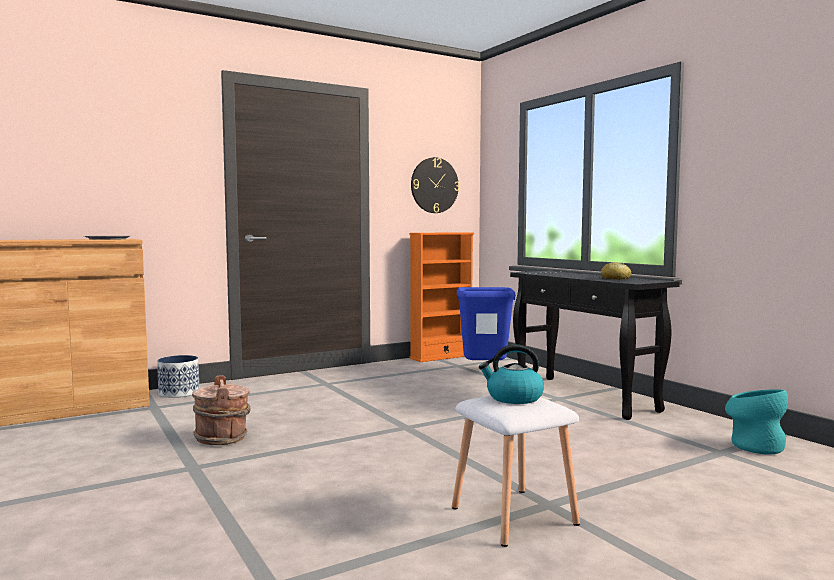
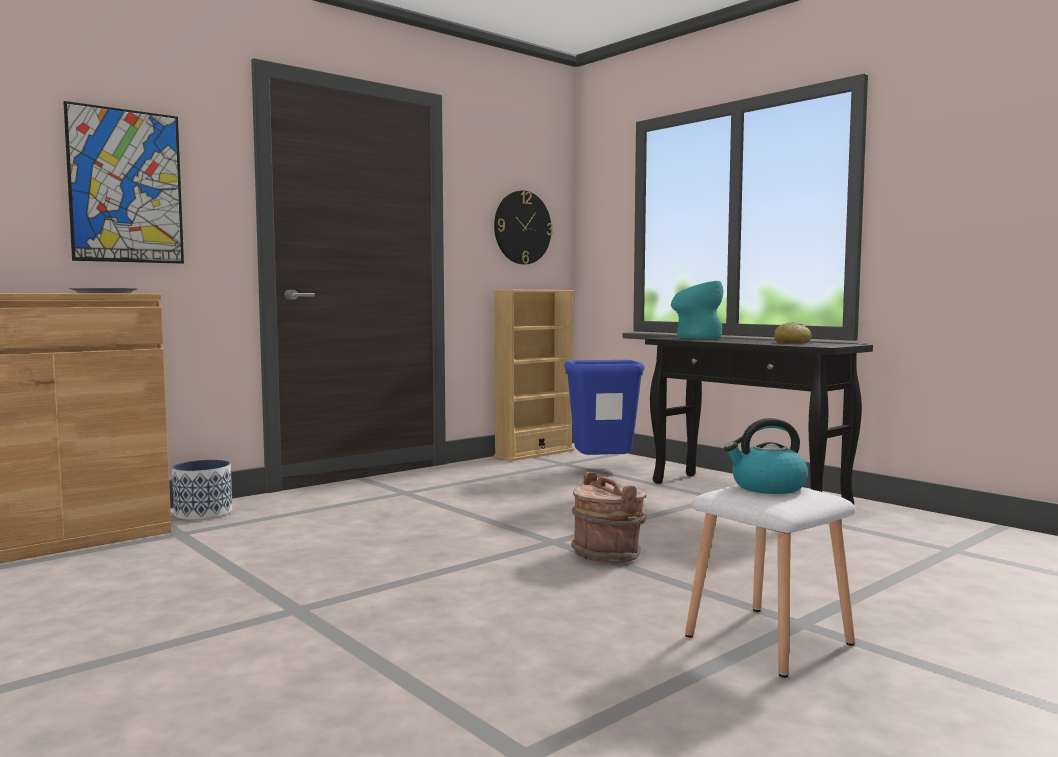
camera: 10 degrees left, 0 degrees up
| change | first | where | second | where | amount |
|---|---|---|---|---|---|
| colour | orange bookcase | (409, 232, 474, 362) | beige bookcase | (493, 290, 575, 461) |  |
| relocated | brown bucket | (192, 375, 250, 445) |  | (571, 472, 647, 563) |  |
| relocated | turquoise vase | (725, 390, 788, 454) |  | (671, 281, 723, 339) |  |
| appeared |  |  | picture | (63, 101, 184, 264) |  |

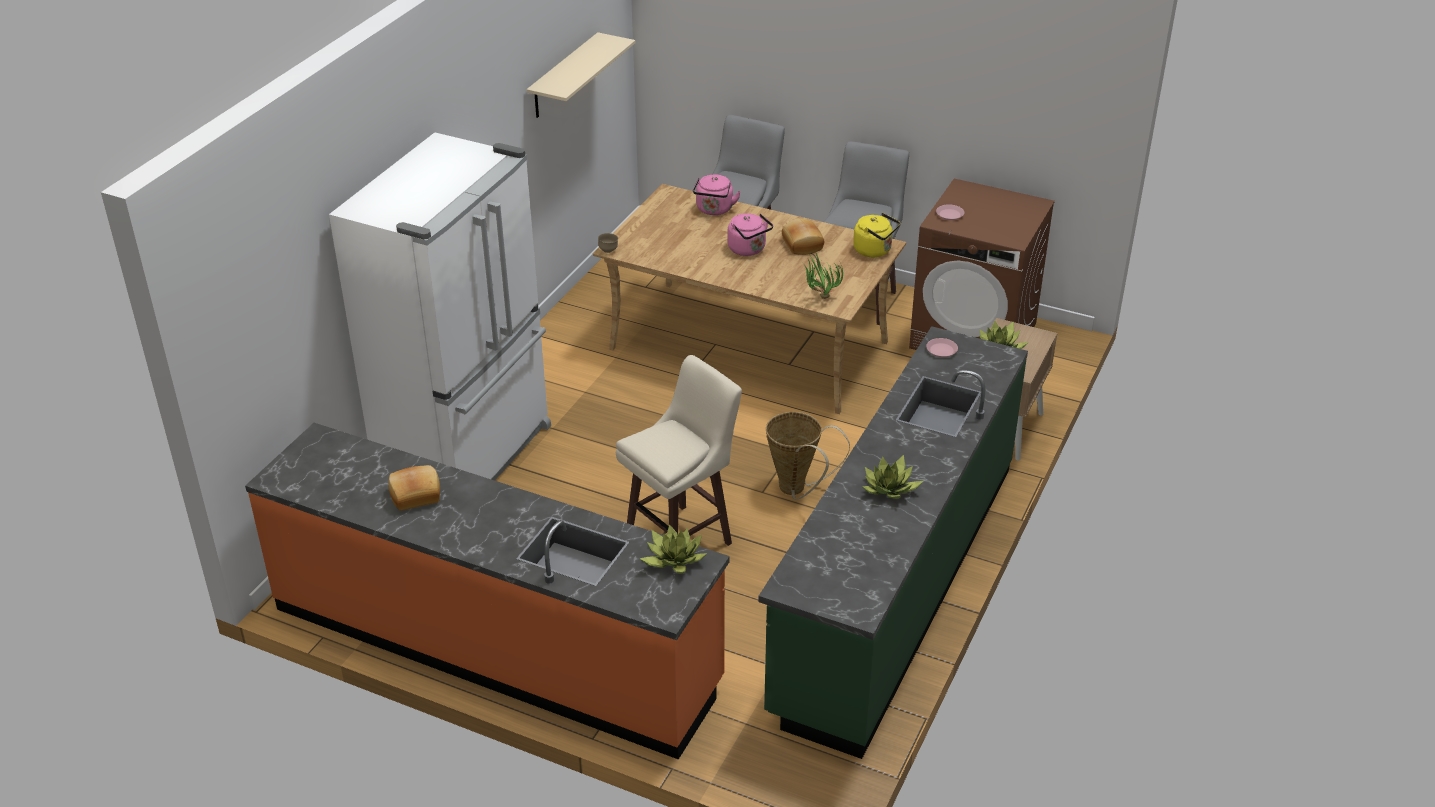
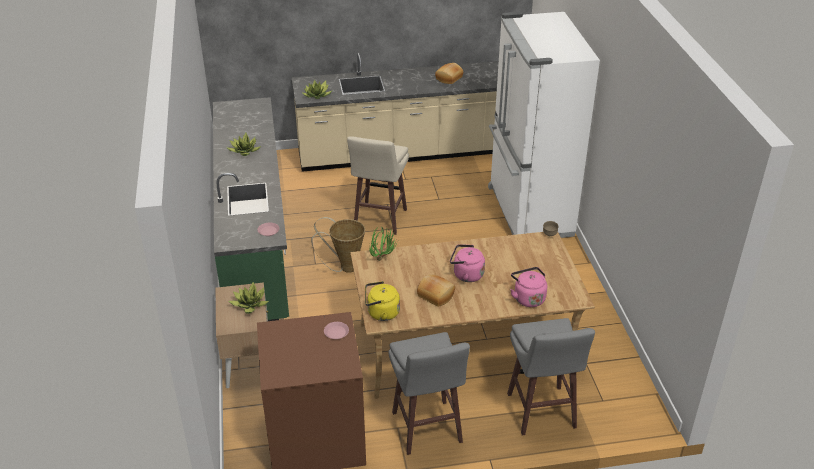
camera: 145 degrees right, 0 degrees up
| change | first | where | second | where | amount |
|---|---|---|---|---|---|
| missing | beige shelf | (527, 32, 635, 118) |  |  |  |
| colour | orange counter | (245, 423, 730, 760) | beige counter | (292, 53, 499, 172) |  |

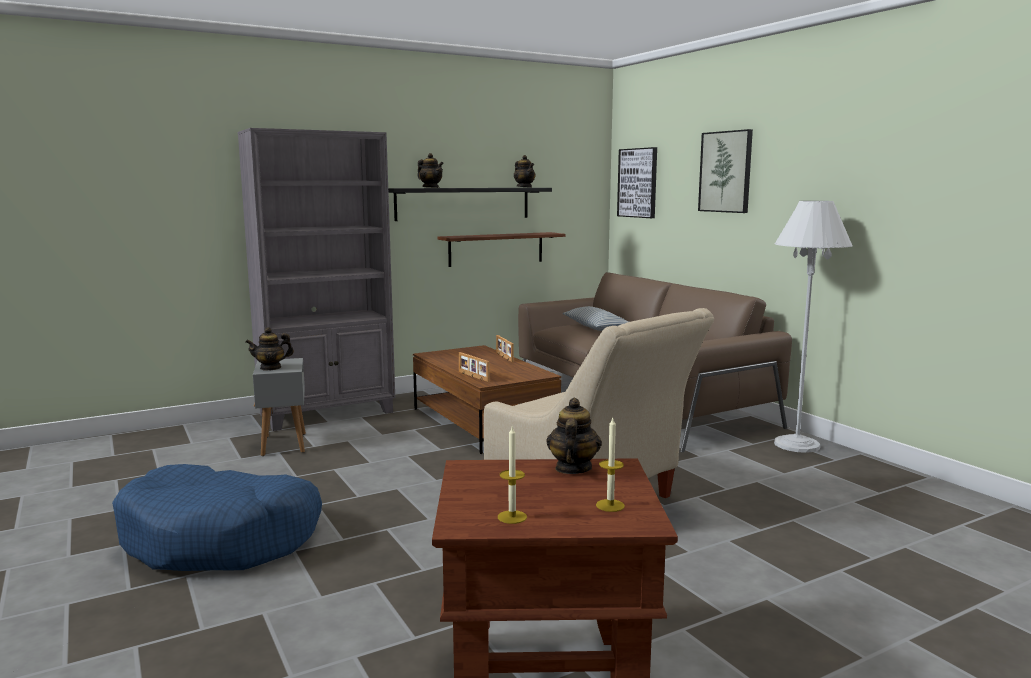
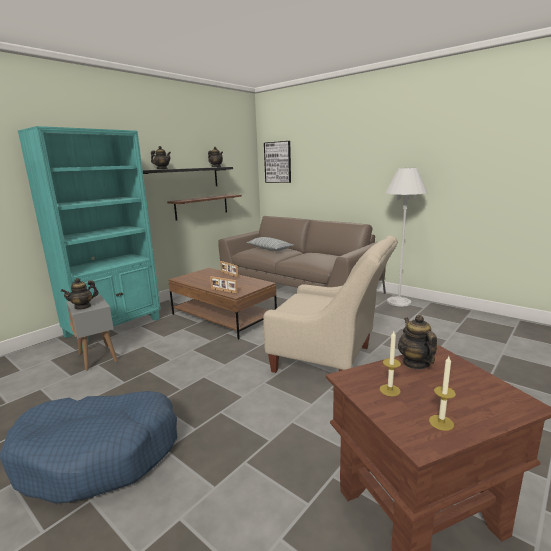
camera: 20 degrees left, 5 degrees up
| change | first | where | second | where | amount |
|---|---|---|---|---|---|
| colour | grey bookcase | (238, 128, 395, 431) | turquoise bookcase | (18, 126, 161, 348) |  |
| missing | picture | (698, 129, 753, 213) |  |  |  |
| relocated | candle | (596, 418, 625, 512) |  | (380, 331, 401, 396) |  |

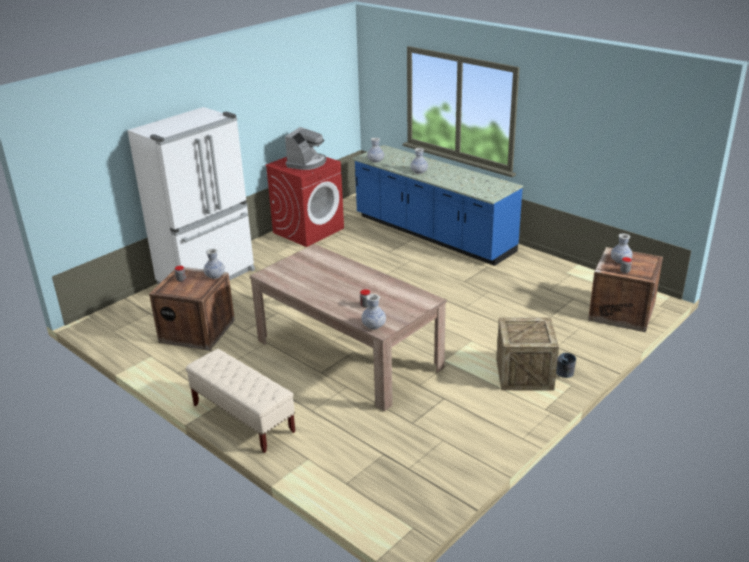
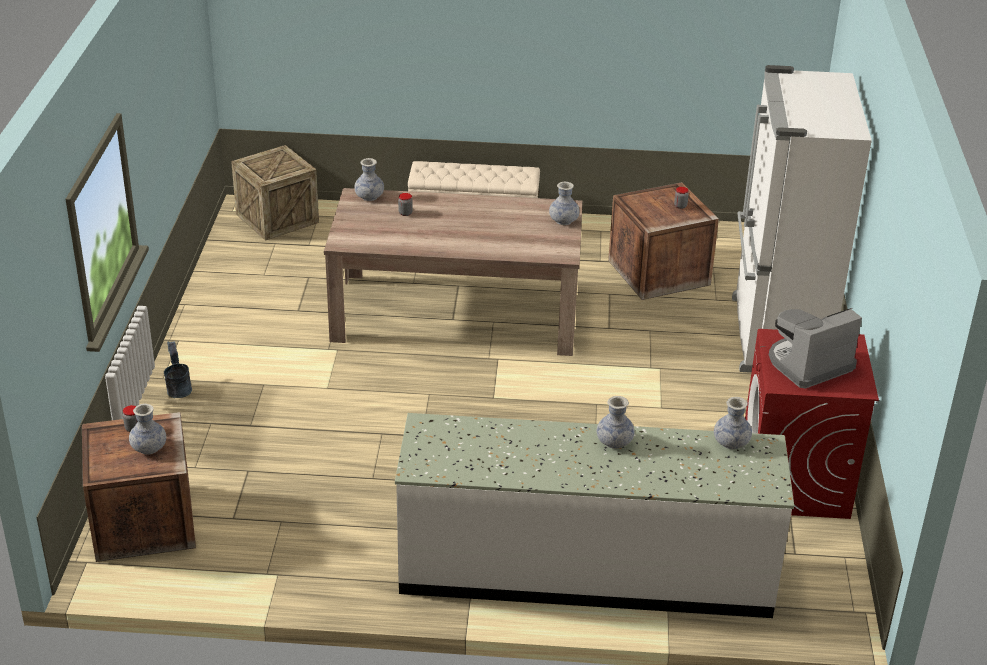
camera: 140 degrees right, 5 degrees up
| change | first | where | second | where | amount |
|---|---|---|---|---|---|
| spun | coffee machine | (285, 127, 326, 170) |  | (769, 308, 862, 389) | 75 degrees clockwise |
| colour | blue counter | (352, 145, 523, 266) | white counter | (395, 413, 794, 618) |  |
| relocated | vase | (204, 249, 225, 279) |  | (549, 182, 580, 225) |  |
| relocated | crate | (496, 317, 559, 391) |  | (231, 145, 319, 241) |  |

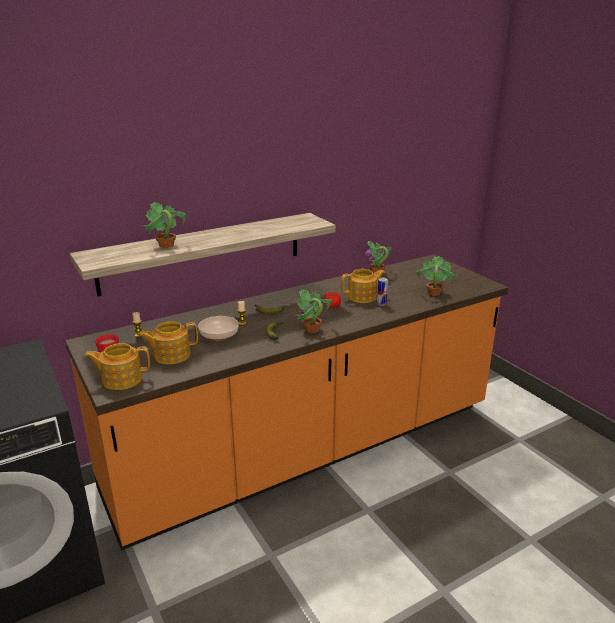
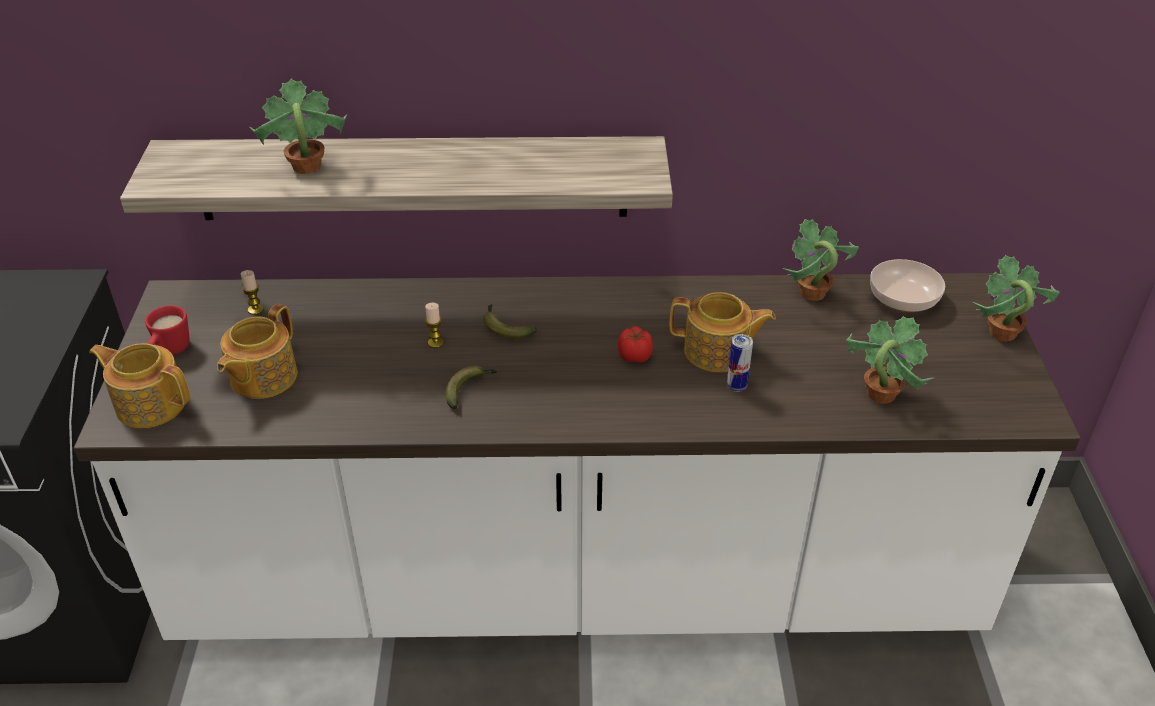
camera: 30 degrees right, 15 degrees up
| change | first | where | second | where | amount |
|---|---|---|---|---|---|
| colour | orange counter | (65, 255, 509, 551) | white counter | (74, 273, 1080, 640) |  |
| relocated | potted plant | (296, 289, 332, 333) |  | (973, 255, 1060, 341) |  |
| relocated | bowl | (198, 316, 239, 341) |  | (870, 259, 945, 312) |  |
| spun | teapot | (139, 321, 198, 364) |  | (217, 304, 297, 399) | 75 degrees counterclockwise |

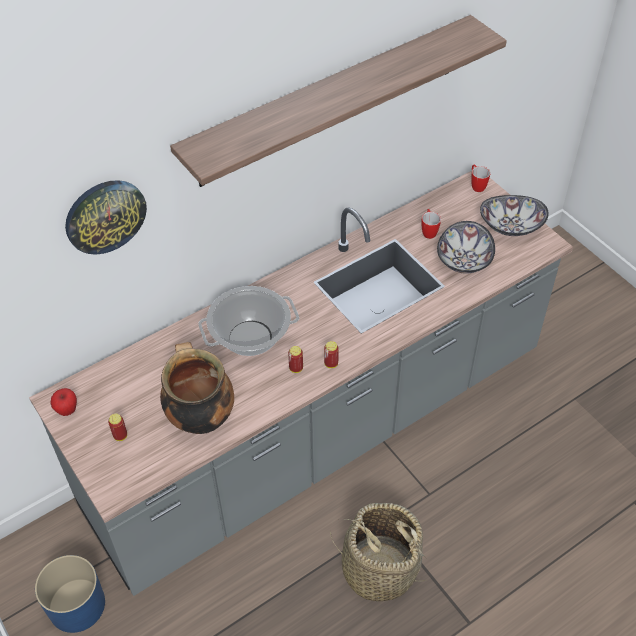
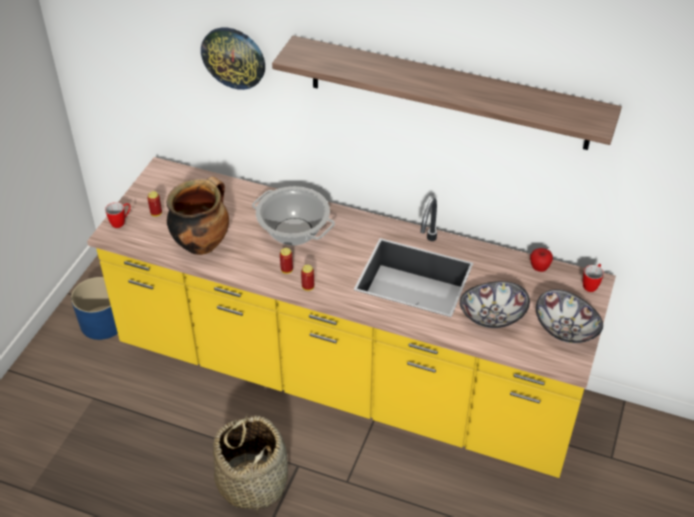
camera: 55 degrees right, 5 degrees down
| change | first | where | second | where | amount |
|---|---|---|---|---|---|
| colour | grey counter | (29, 171, 573, 596) | yellow counter | (87, 157, 616, 478) |  |
| relocated | mug | (422, 209, 441, 239) |  | (105, 202, 131, 228) |  |
| relocated | apple | (51, 388, 77, 416) |  | (530, 248, 553, 272) |  |

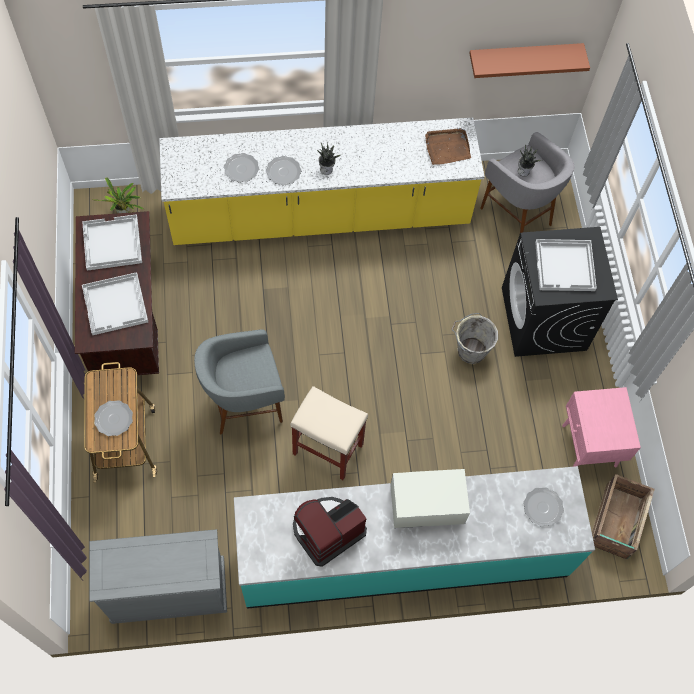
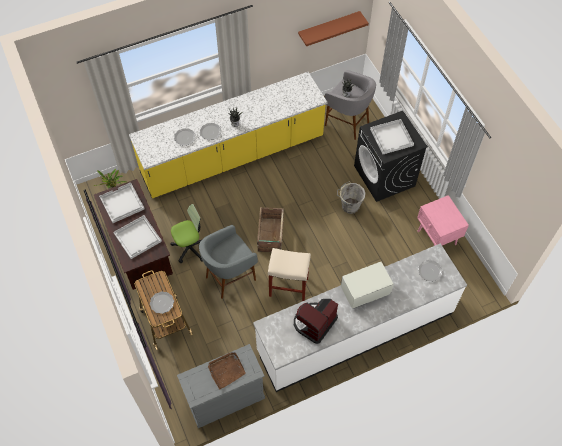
camera: 15 degrees left, 5 degrees down
| change | first | where | second | where | amount |
|---|---|---|---|---|---|
| relocated | brown tray | (425, 128, 471, 165) |  | (208, 352, 246, 389) |  |
| colour | turquoise counter | (234, 466, 595, 609) | white counter | (253, 243, 467, 392) |  |
| relocated | crate | (592, 474, 655, 559) |  | (257, 207, 284, 252) |  |
| appeared |  |  | office chair | (170, 204, 203, 263) |  |

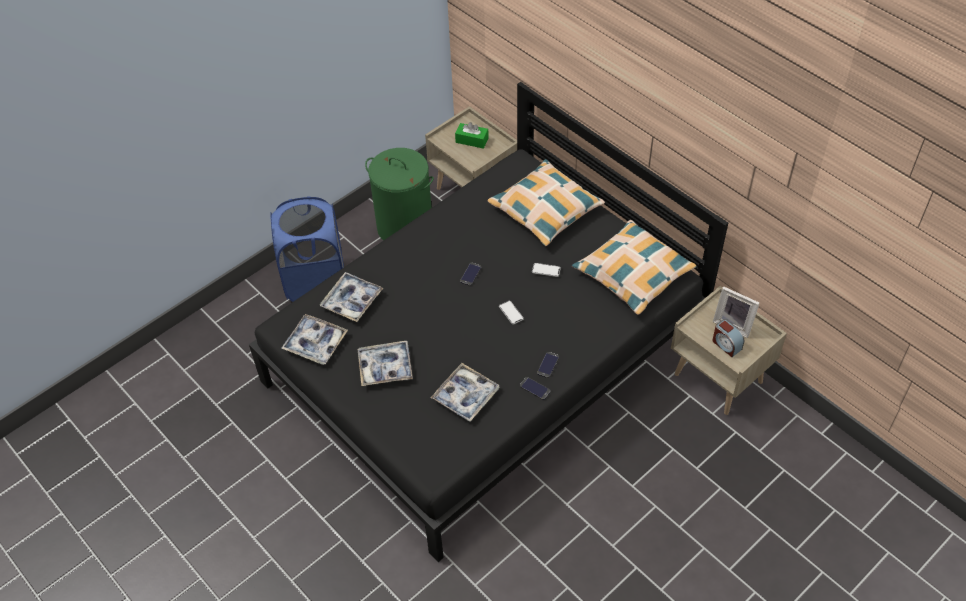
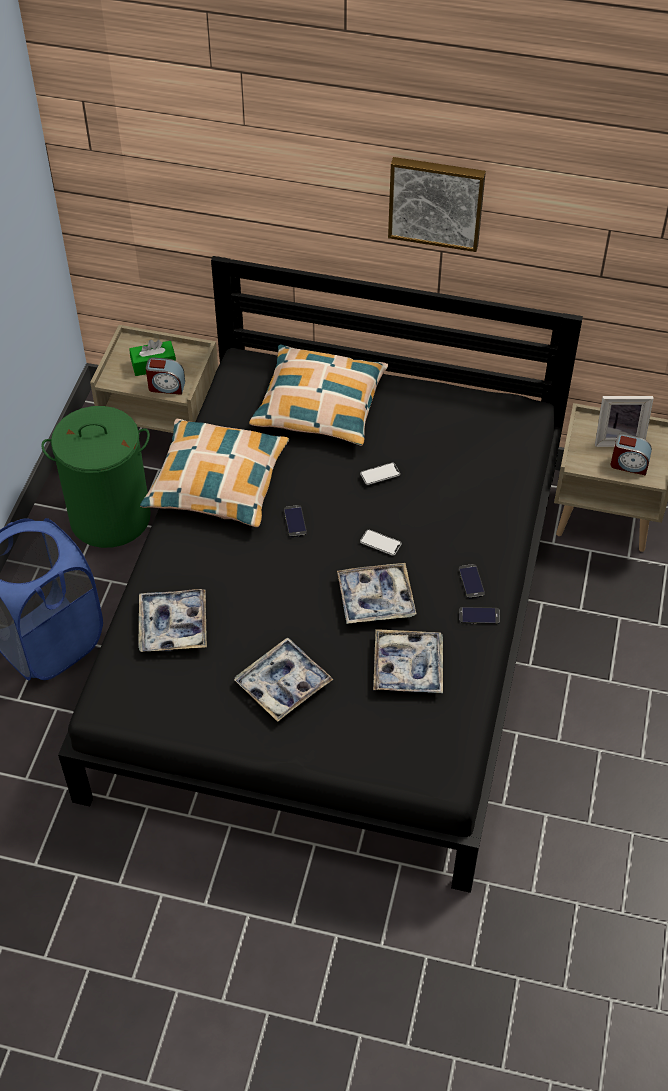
camera: 35 degrees left, 0 degrees up
| change | first | where | second | where | amount |
|---|---|---|---|---|---|
| relocated | pillow | (572, 220, 696, 315) |  | (140, 419, 289, 527) |  |
| relocated | tray | (281, 314, 348, 365) |  | (337, 563, 416, 624) |  |
| appeared |  |  | picture | (388, 157, 486, 252) |  |
| appeared |  |  | alarm clock | (146, 357, 185, 395) |  |

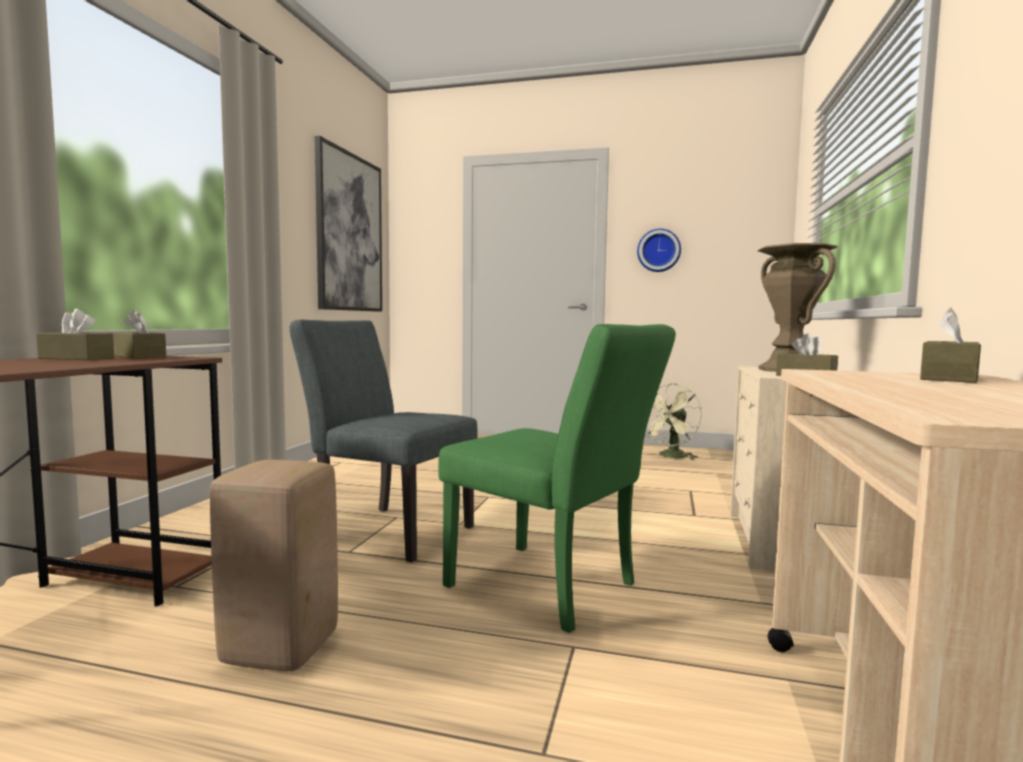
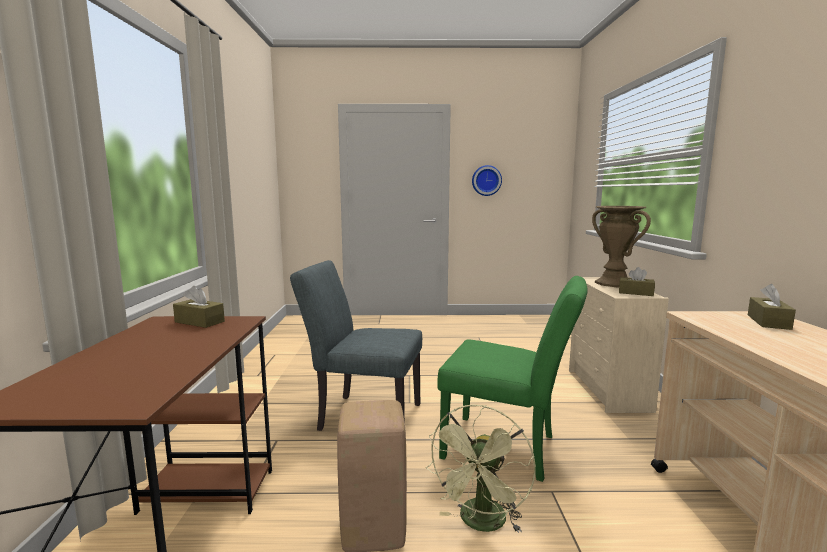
camera: 15 degrees left, 5 degrees up
| change | first | where | second | where | amount |
|---|---|---|---|---|---|
| missing | picture | (315, 136, 382, 312) |  |  |  |
| missing | brown tissue box | (36, 309, 114, 360) |  |  |  |
| relocated | green fan | (646, 383, 702, 460) |  | (426, 404, 536, 533) |  |

